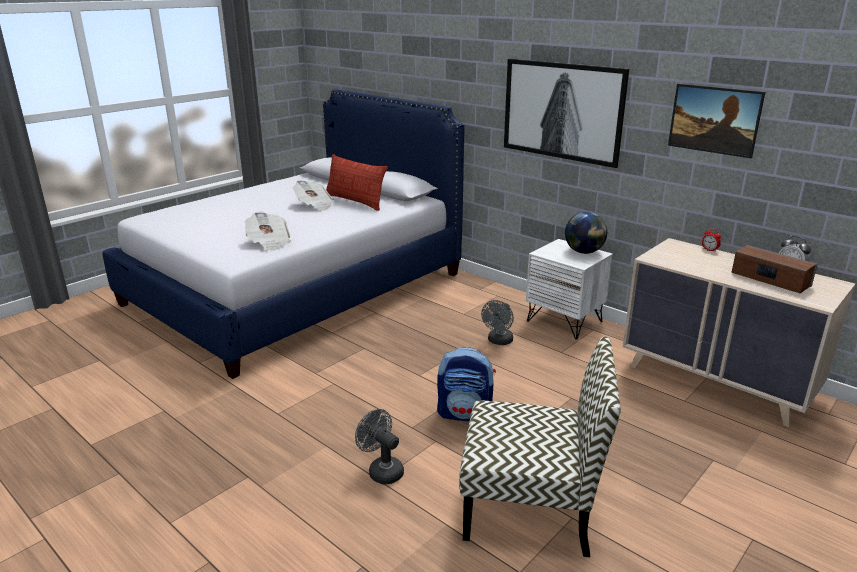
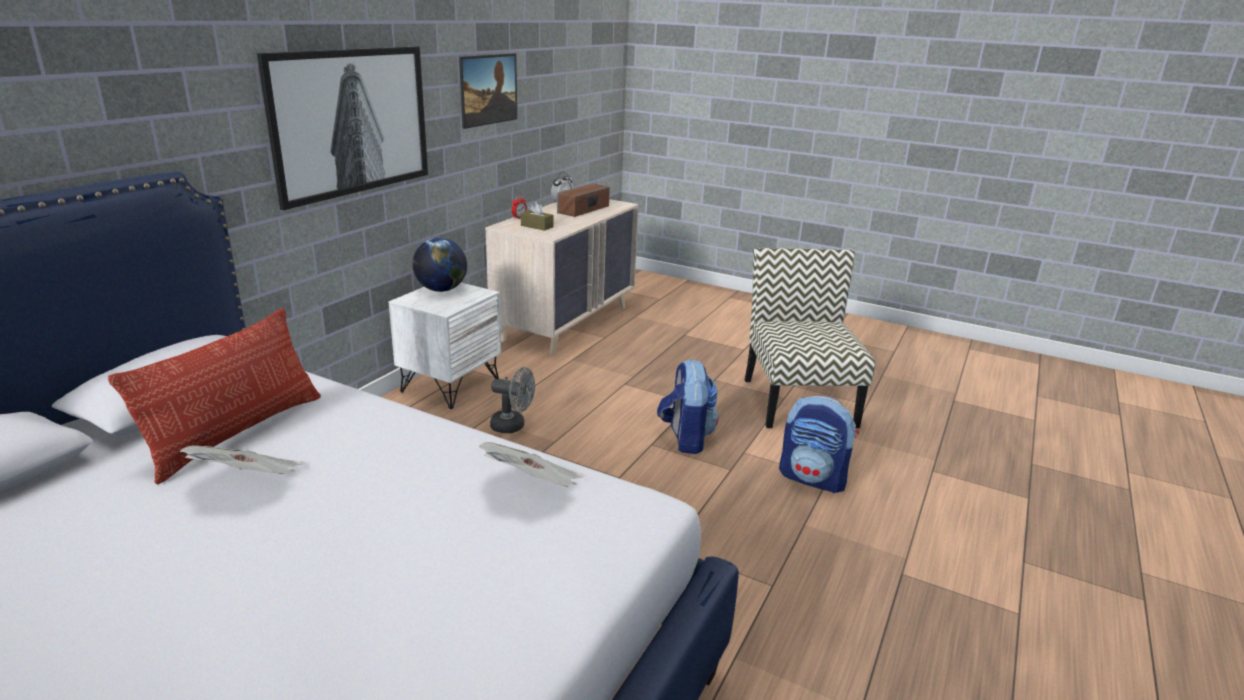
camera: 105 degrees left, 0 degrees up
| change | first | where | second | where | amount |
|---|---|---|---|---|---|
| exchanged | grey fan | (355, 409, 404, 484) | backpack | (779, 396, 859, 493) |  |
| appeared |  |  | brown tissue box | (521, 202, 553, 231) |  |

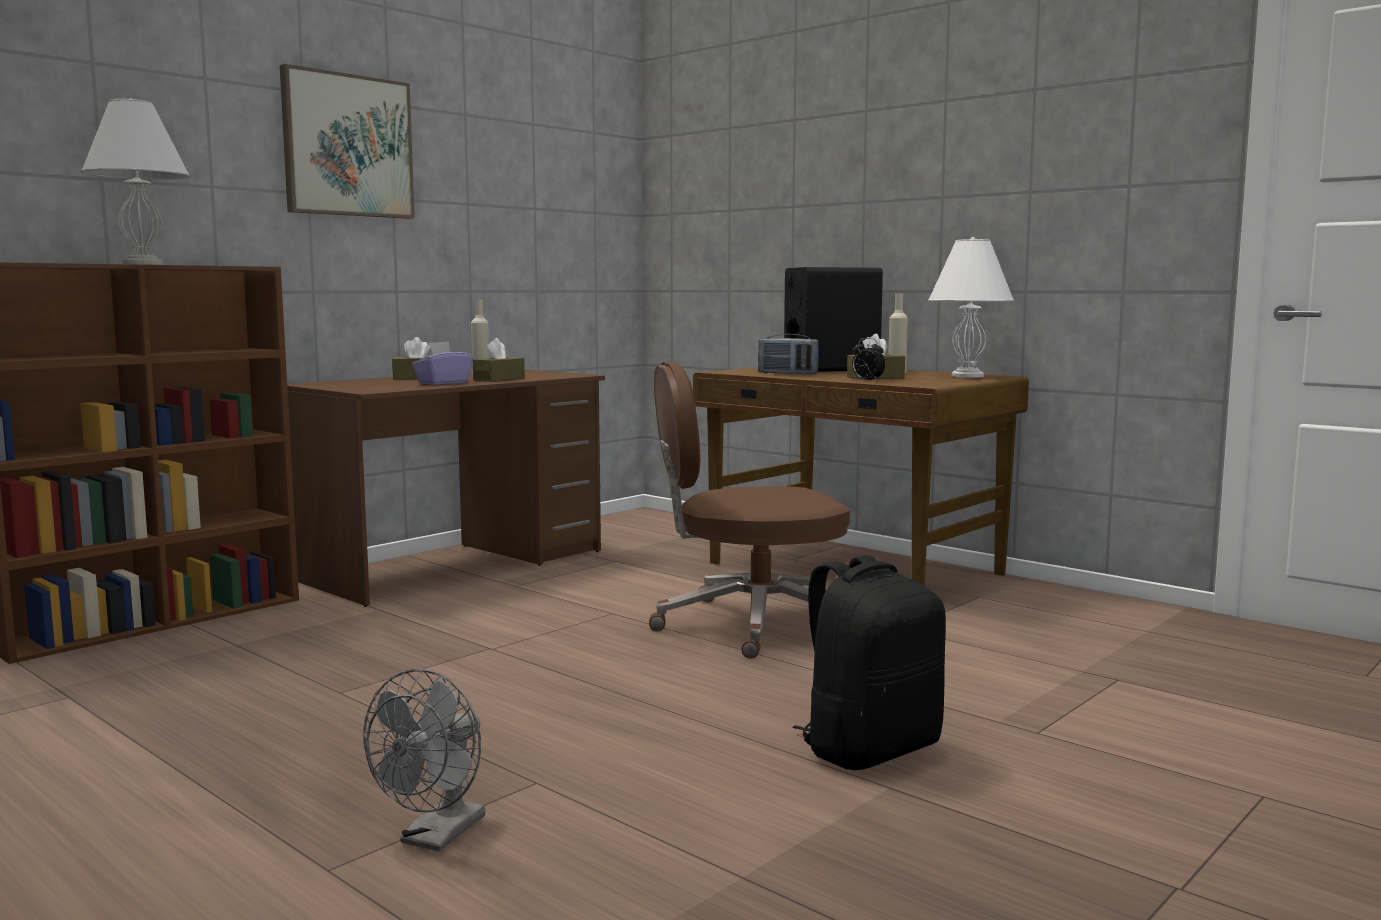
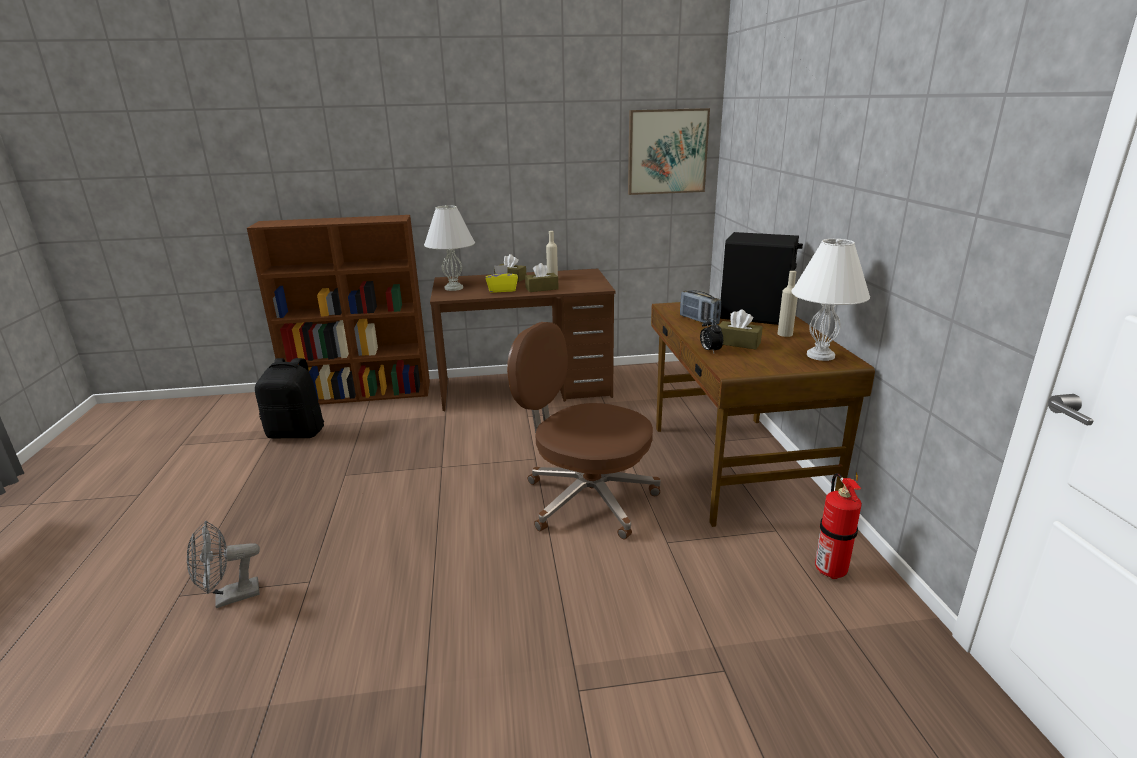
camera: 40 degrees right, 15 degrees up
| change | first | where | second | where | amount |
|---|---|---|---|---|---|
| relocated | picture | (280, 64, 415, 219) |  | (628, 108, 710, 195) |  |
| relocated | white table lamp | (81, 98, 190, 265) |  | (424, 205, 475, 291) |  |
| colour | purple tissue box | (412, 341, 473, 385) | yellow tissue box | (486, 265, 518, 293) |  |
| relocated | black backpack | (793, 555, 946, 770) |  | (255, 358, 324, 438) |  |
| appeared |  |  | fire extinguisher | (815, 472, 862, 579) |  |

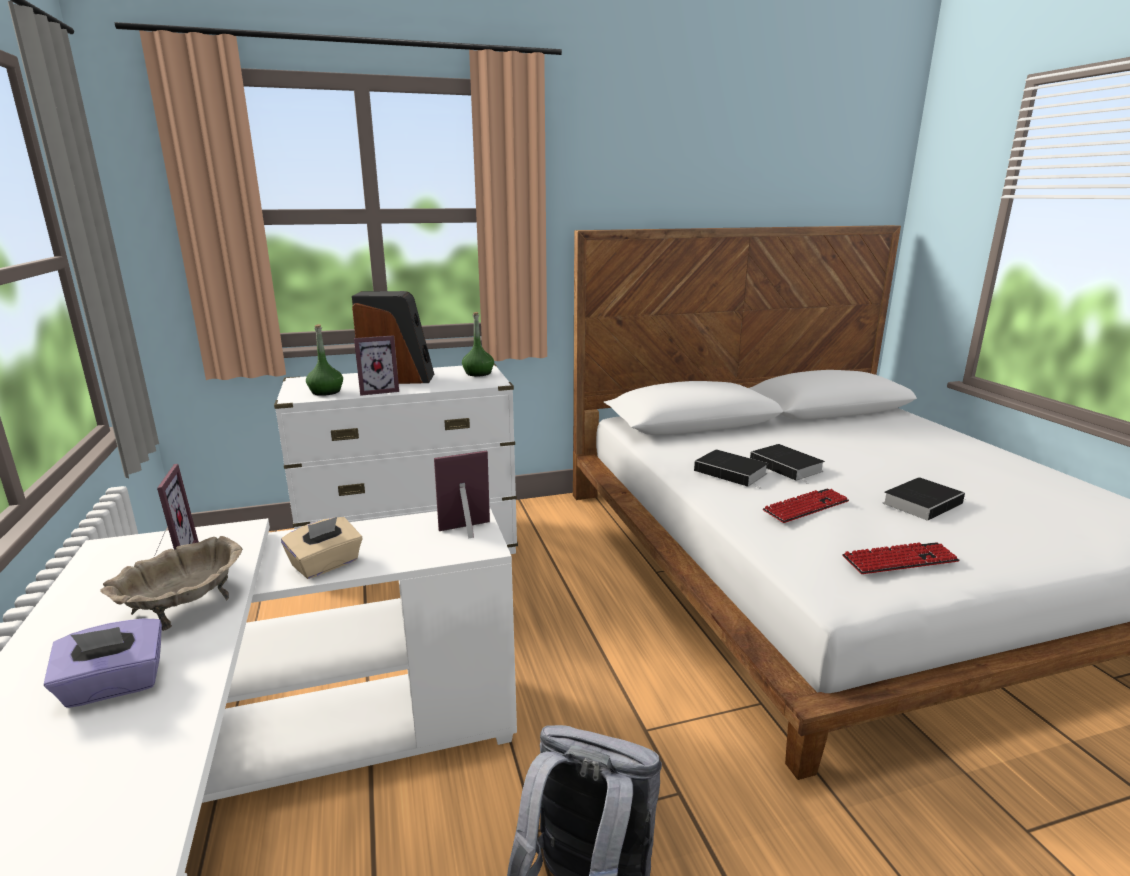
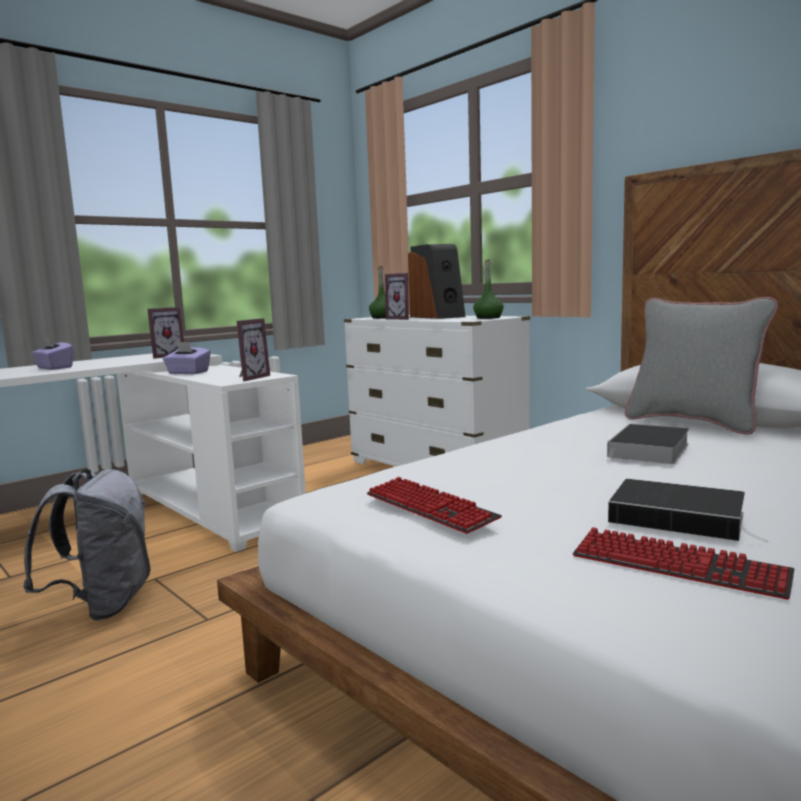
camera: 65 degrees right, 10 degrees down
| change | first | where | second | where | amount |
|---|---|---|---|---|---|
| spun | picture frame | (434, 450, 490, 539) |  | (237, 318, 270, 381) | 75 degrees clockwise |
| missing | book | (694, 450, 768, 487) |  |  |  |
| relocated | keyboard | (763, 489, 849, 523) |  | (573, 527, 794, 600) |  |
| colour | beige tissue box | (281, 517, 362, 579) | purple tissue box | (163, 342, 211, 374) |  |
| missing | beige bowl | (100, 536, 243, 631) |  |  |  |
| appeared |  |  | grey pillow | (624, 297, 778, 435) |  |

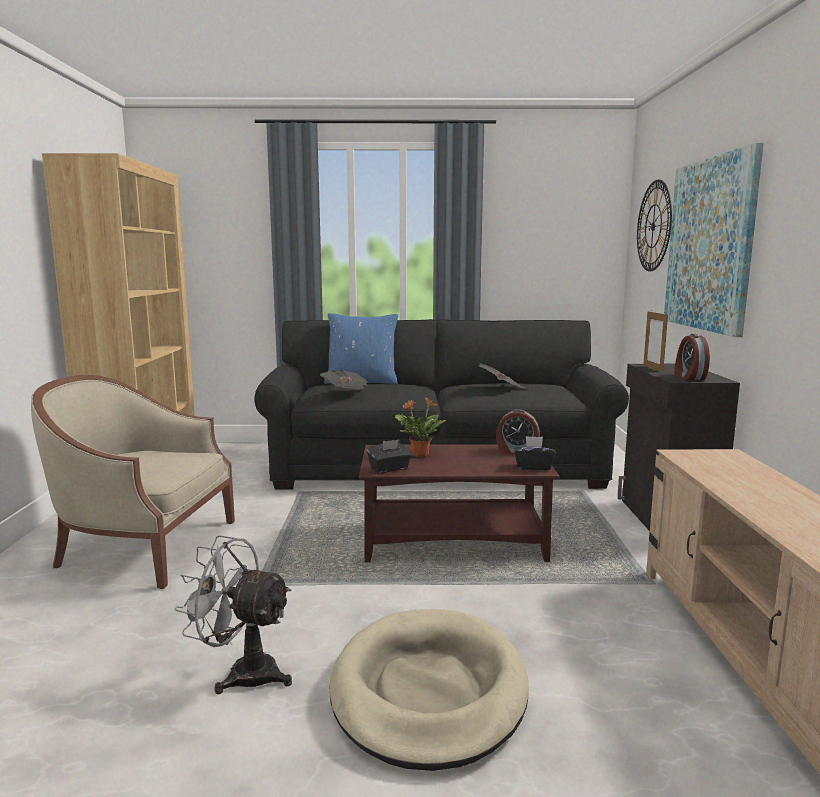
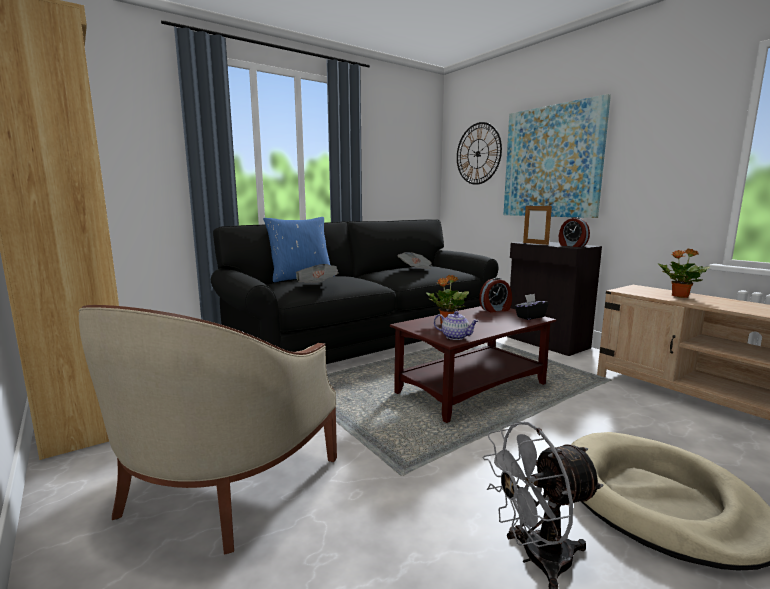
camera: 35 degrees left, 0 degrees up
| change | first | where | second | where | amount |
|---|---|---|---|---|---|
| spun | beige armchair | (31, 375, 235, 589) |  | (78, 305, 337, 555) | 45 degrees counterclockwise |
| exchanged | black tissue box | (367, 440, 412, 473) | teapot | (434, 311, 479, 340) |  |
| appeared |  |  | potted plant | (658, 249, 710, 298) |  |

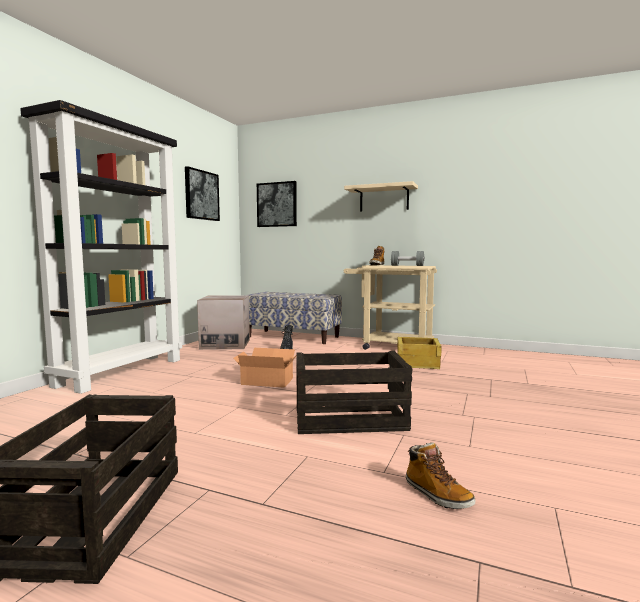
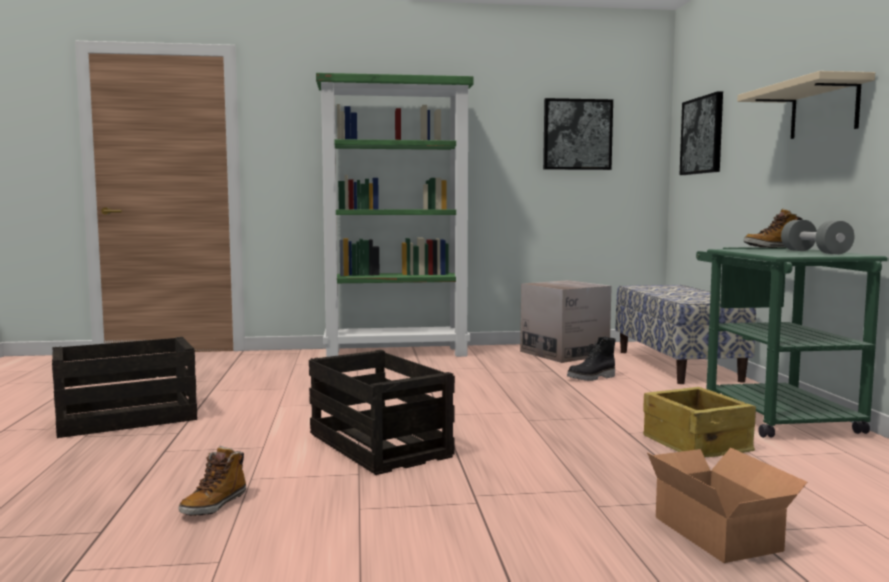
camera: 60 degrees right, 0 degrees up
| change | first | where | second | where | amount |
|---|---|---|---|---|---|
| colour | black bookcase | (20, 100, 182, 394) | green bookcase | (316, 73, 474, 357) |  |
| colour | beige cart | (344, 265, 437, 350) | green cart | (696, 247, 888, 438) |  |
| relocated | cardboard box | (233, 348, 296, 388) |  | (647, 447, 807, 563) |  |

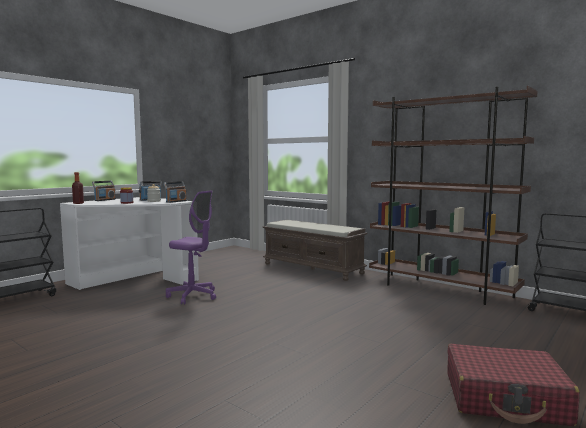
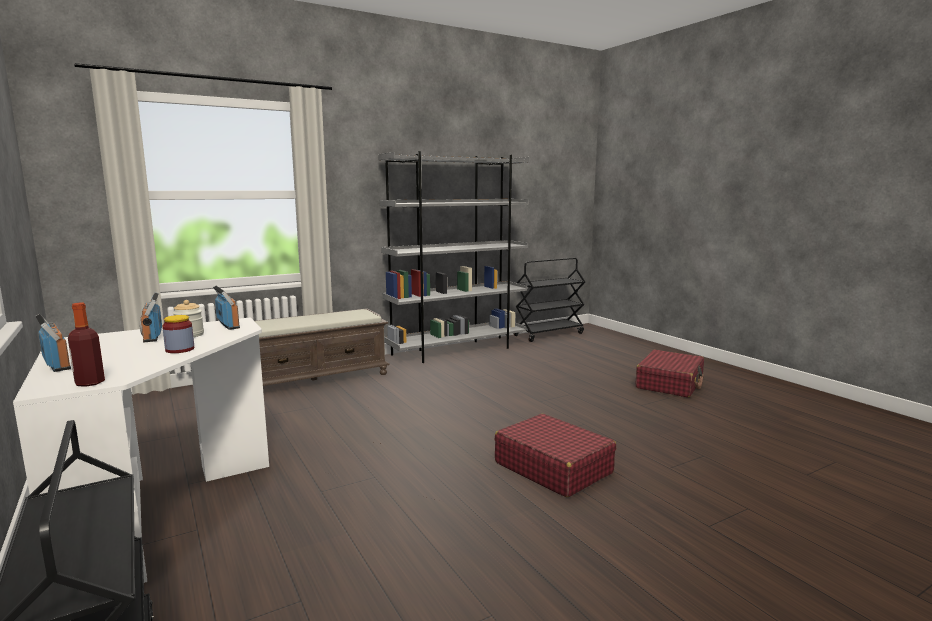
camera: 70 degrees left, 5 degrees up
| change | first | where | second | where | amount |
|---|---|---|---|---|---|
| colour | brown bookcase | (369, 86, 538, 305) | grey bookcase | (378, 151, 530, 363) |  |
| missing | purple office chair | (166, 190, 216, 304) |  |  |  |
| appeared |  |  | red suitcase | (495, 414, 616, 497) |  |

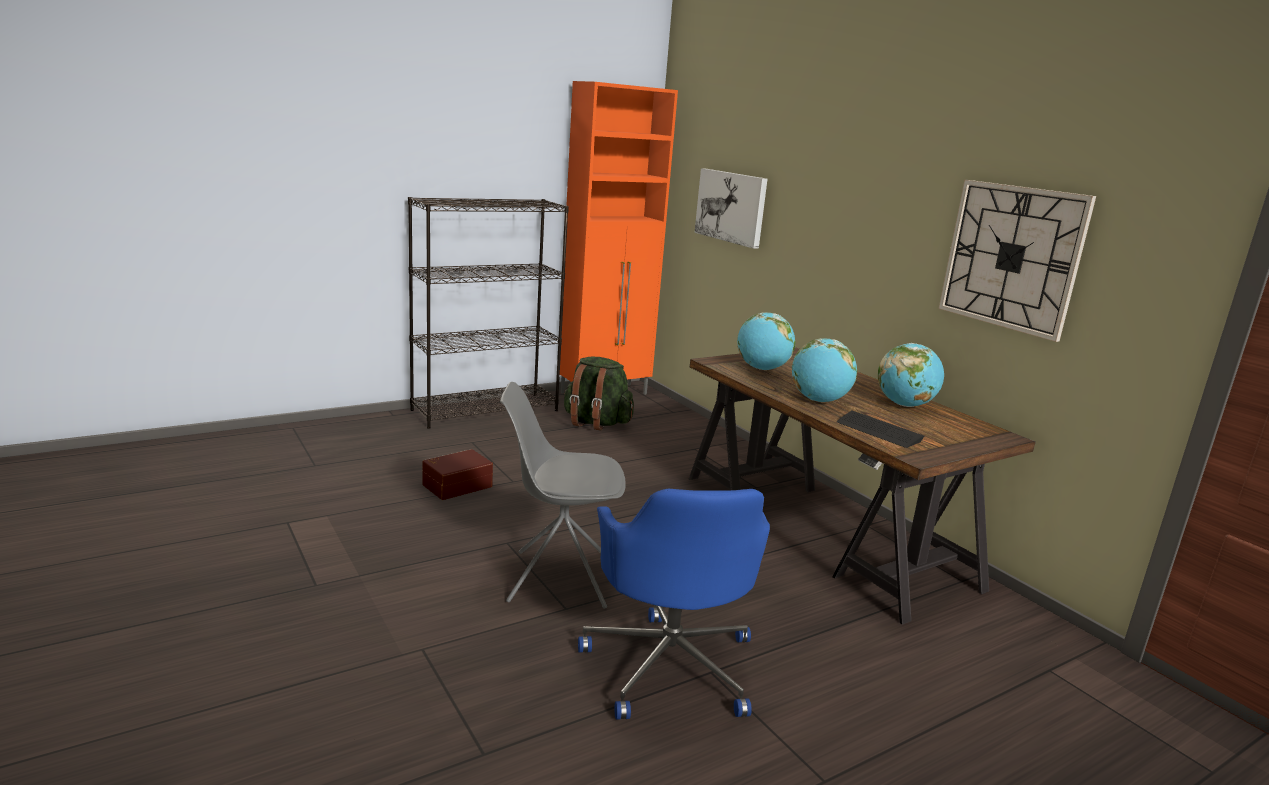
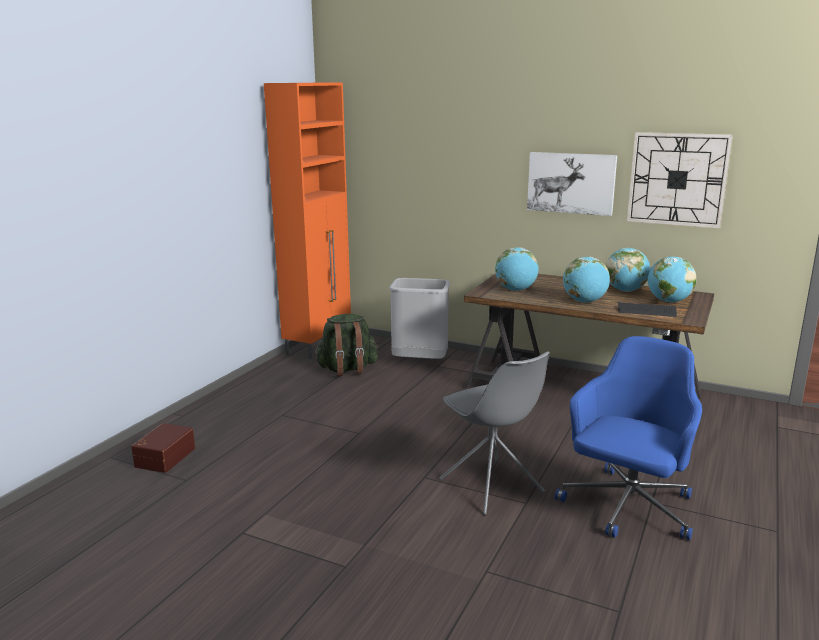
camera: 30 degrees left, 0 degrees up
| change | first | where | second | where | amount |
|---|---|---|---|---|---|
| relocated | picture | (694, 168, 767, 249) |  | (527, 152, 617, 216) |  |
| missing | black bookcase | (408, 197, 569, 429) |  |  |  |
| spun | grey chair | (500, 382, 626, 609) |  | (439, 351, 550, 515) | 90 degrees counterclockwise |
| relocated | brown storage box | (422, 449, 493, 500) |  | (131, 423, 195, 473) |  |
| spun | blue office chair | (578, 489, 770, 720) |  | (555, 336, 702, 540) | 105 degrees counterclockwise |
| appeared |  |  | globe | (648, 256, 697, 302) |  |
| appeared |  |  | grey trash can | (389, 278, 450, 359) |  |

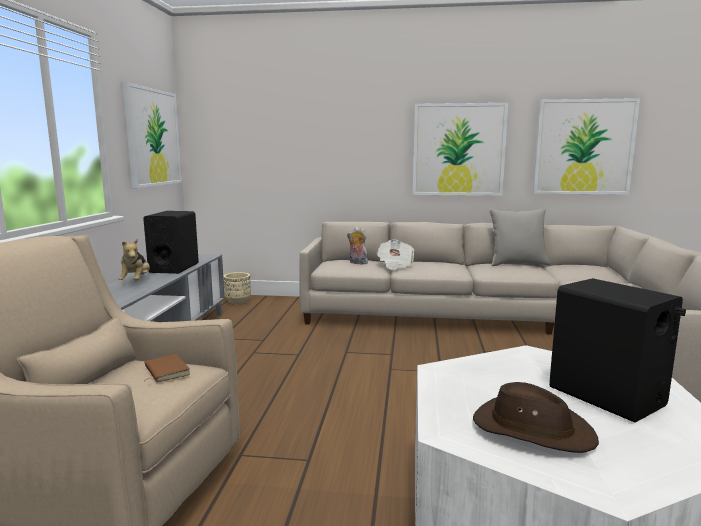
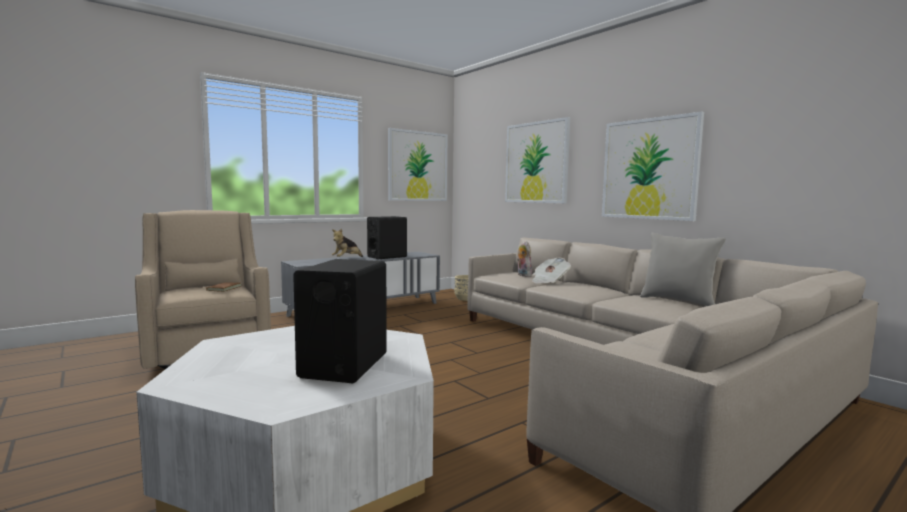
camera: 45 degrees right, 5 degrees down
| change | first | where | second | where | amount |
|---|---|---|---|---|---|
| relocated | picture | (533, 98, 640, 195) |  | (505, 117, 570, 203) |  |
| missing | brown hat | (473, 382, 599, 453) |  |  |  |

